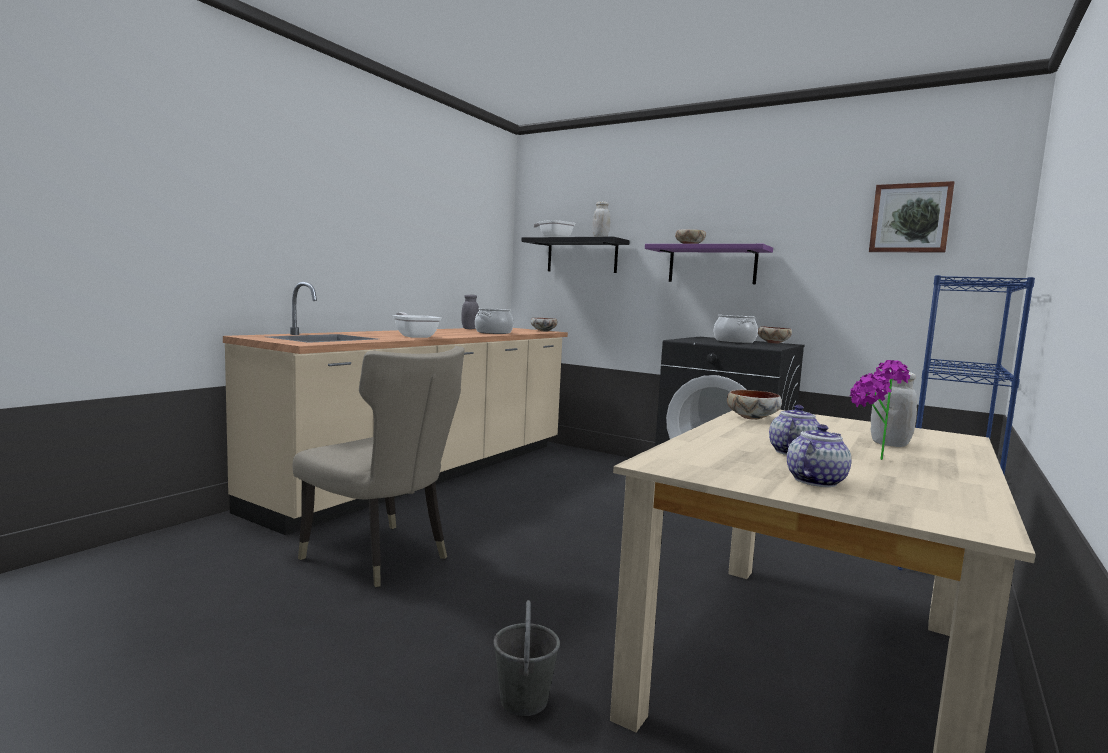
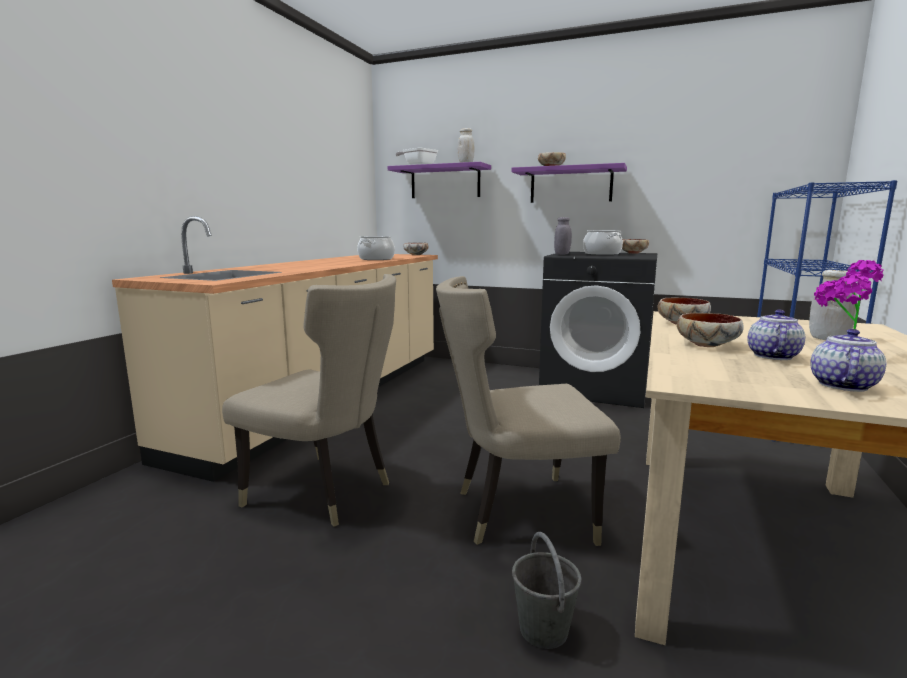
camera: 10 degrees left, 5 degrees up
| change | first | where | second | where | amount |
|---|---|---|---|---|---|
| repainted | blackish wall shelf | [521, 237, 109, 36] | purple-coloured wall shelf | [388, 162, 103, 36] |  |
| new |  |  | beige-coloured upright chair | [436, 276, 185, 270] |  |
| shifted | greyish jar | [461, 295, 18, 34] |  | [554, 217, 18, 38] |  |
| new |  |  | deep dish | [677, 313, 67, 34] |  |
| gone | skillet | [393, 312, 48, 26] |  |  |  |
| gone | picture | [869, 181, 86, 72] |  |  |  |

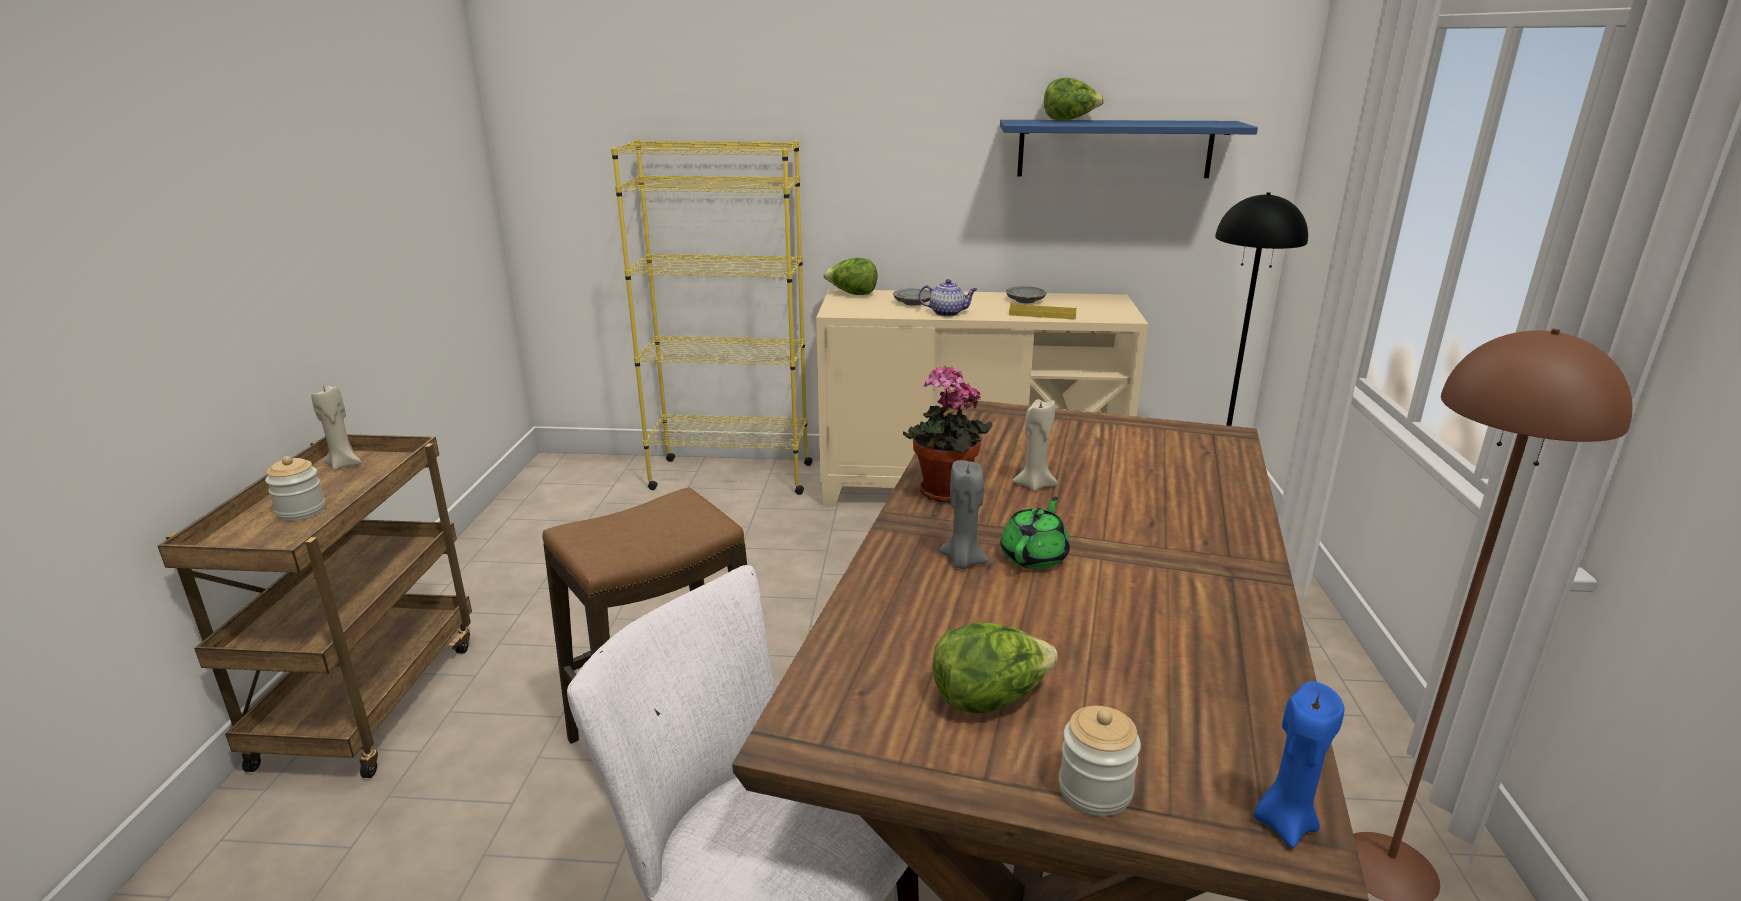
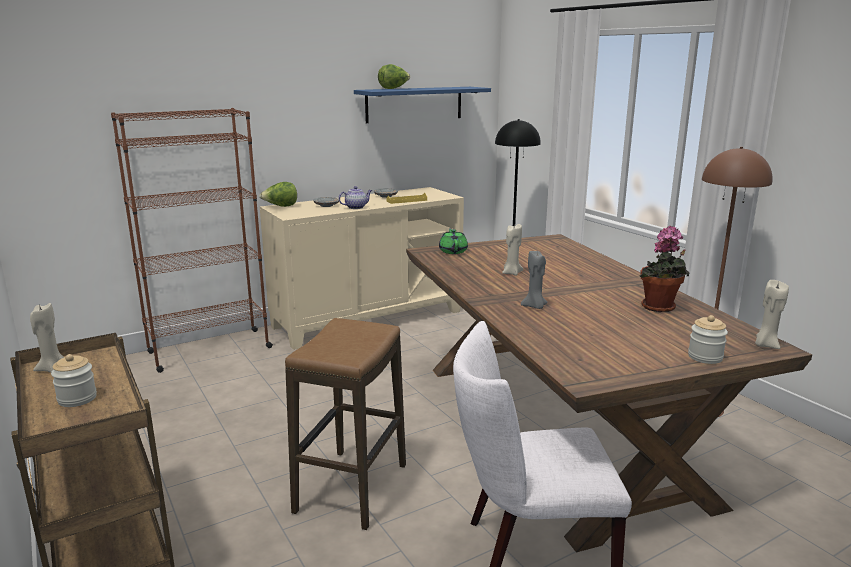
camera: 35 degrees left, 5 degrees down
| change | first | where | second | where | amount |
|---|---|---|---|---|---|
| repainted | yellow-coloured bookshelf | [611, 139, 202, 356] | brown-coloured bookshelf | [111, 108, 162, 265] |  |
| shifted | greenish pot for tea | [1000, 497, 70, 72] |  | [439, 228, 29, 26] |  |
| shifted | potted plant | [903, 365, 90, 138] |  | [639, 226, 50, 86] |  |
| repainted | bluish wax light | [1254, 681, 90, 167] | beige-coloured wax light | [755, 280, 34, 69] |  |
| gone | head of lettuce | [933, 622, 125, 92] |  |  |  |

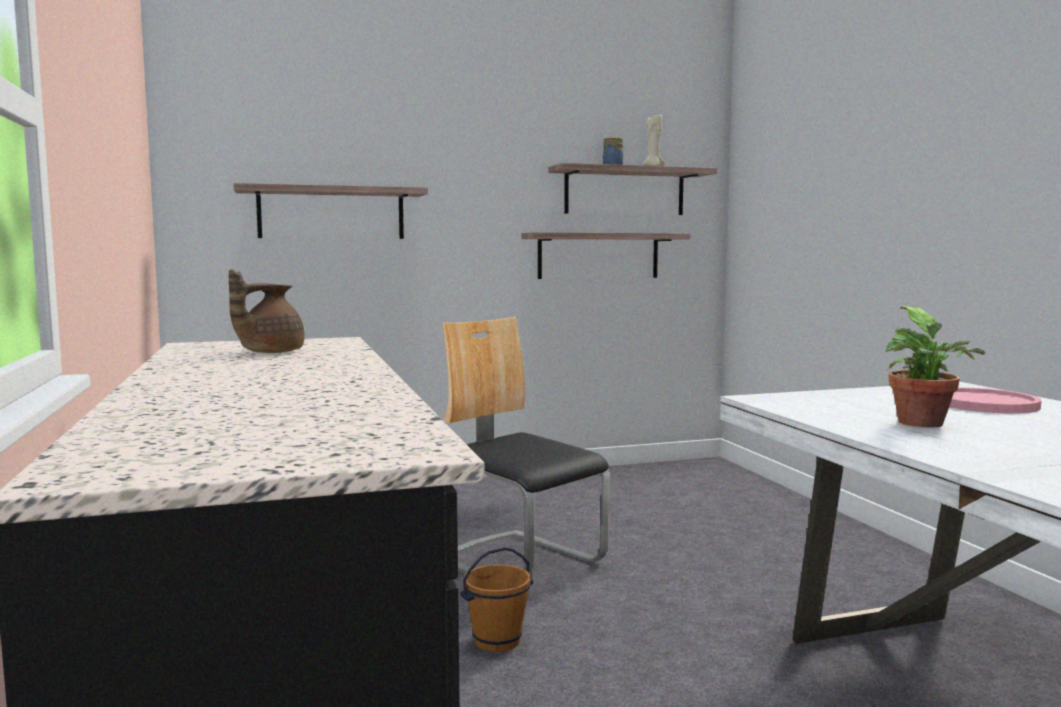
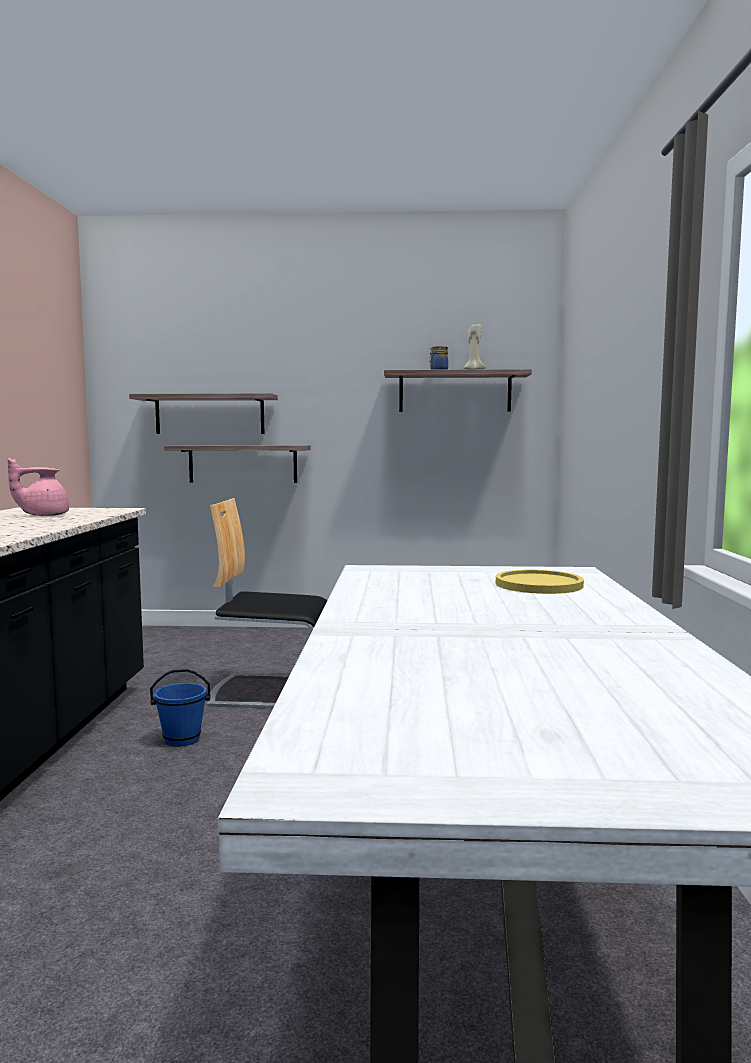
camera: 20 degrees right, 0 degrees up
| change | first | where | second | where | amount |
|---|---|---|---|---|---|
| repainted | brown-coloured pot for tea | [229, 269, 76, 84] | pinkish pot for tea | [7, 458, 62, 58] |  |
| repainted | brown-coloured pail | [460, 547, 73, 105] | bluish pail | [150, 669, 61, 78] |  |
| shifted | wall shelf | [522, 232, 168, 47] |  | [164, 445, 147, 38] |  |
| rotated | upright chair | [443, 317, 168, 270] |  | [207, 498, 120, 211] | 60 degrees counterclockwise |
| repainted | pinkish plate | [949, 387, 92, 27] | yellow-coloured plate | [496, 569, 88, 25] |  |
| gone | potted plant | [885, 306, 101, 122] |  |  |  |

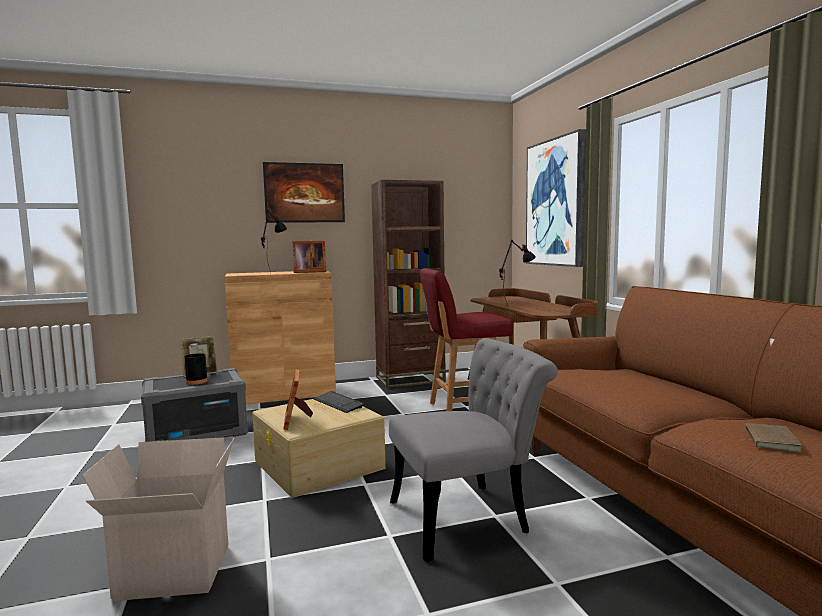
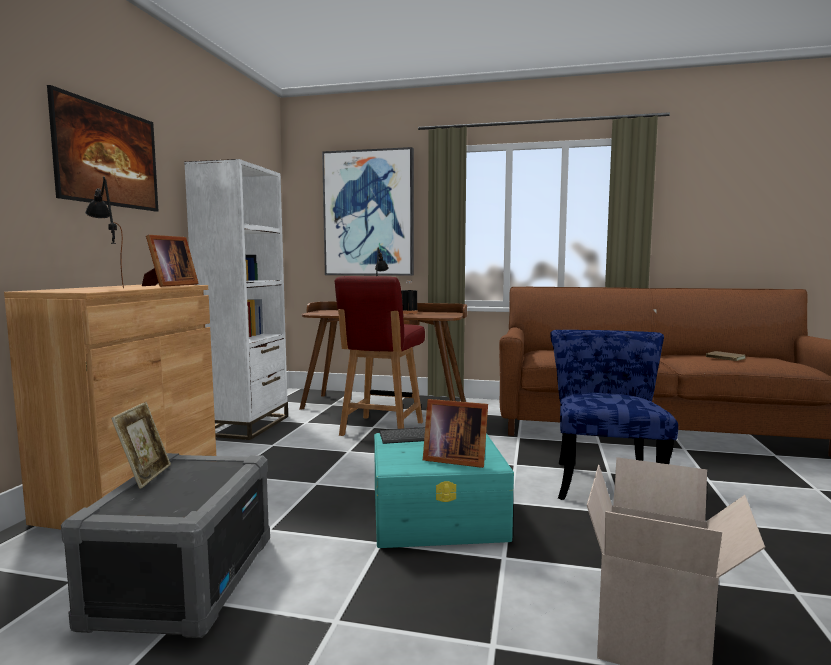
camera: 60 degrees left, 0 degrees up
| change | first | where | second | where | amount |
|---|---|---|---|---|---|
| repainted | brown-coloured bookshelf | [371, 180, 75, 208] | white-coloured bookshelf | [184, 159, 104, 281] |  |
| repainted | beige-coloured storage container | [252, 399, 134, 99] | turquoise storage container | [374, 433, 140, 115] |  |
| shifted | blackish beverage bottle | [184, 343, 24, 42] |  | [401, 281, 16, 33] |  |
| repainted | greyish upright chair | [389, 338, 169, 225] | bluish upright chair | [550, 330, 128, 170] |  |

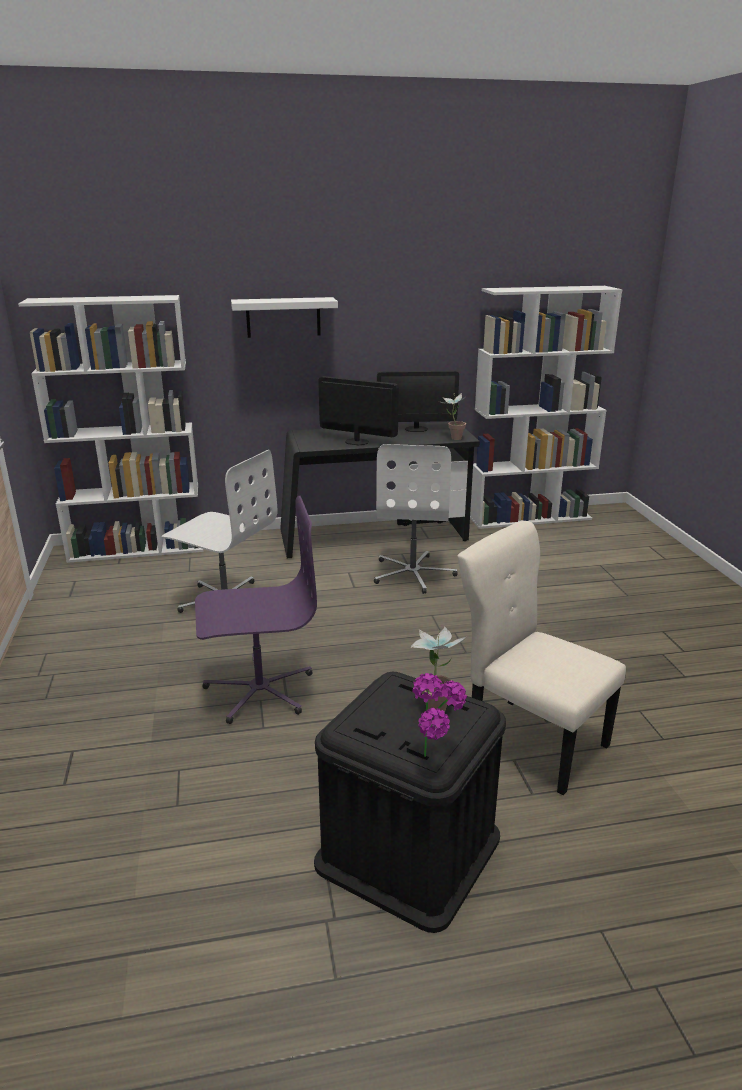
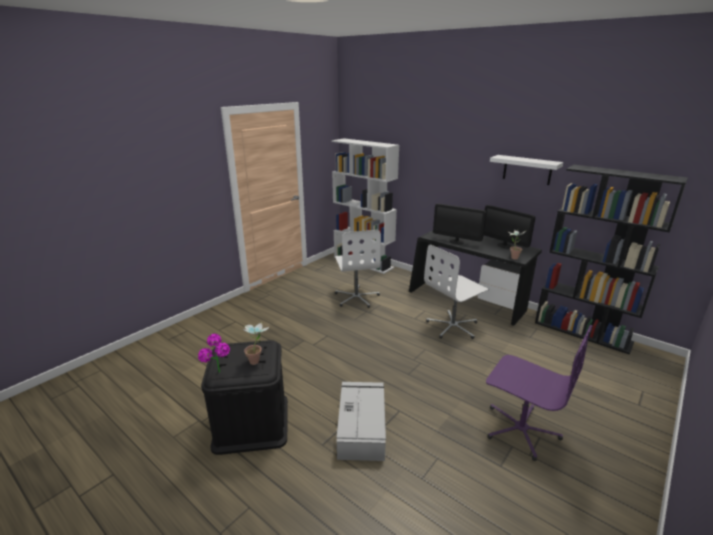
camera: 50 degrees right, 0 degrees up
| change | first | where | second | where | amount |
|---|---|---|---|---|---|
| swapped | beige-coloured upright chair | [457, 521, 169, 274] | greyish storage container | [337, 382, 49, 79] |  |
| rotated | computer screen | [318, 376, 81, 69] |  | [433, 203, 53, 41] | 135 degrees clockwise |
| shifted | purple-coloured computer chair | [195, 496, 122, 228] |  | [486, 325, 107, 136] |  |
| shifted | white-coloured wall shelf | [231, 297, 107, 41] |  | [490, 155, 73, 30] |  |
| repainted | white-coloured bookshelf | [470, 286, 152, 243] | blackish bookshelf | [535, 165, 153, 190] |  |

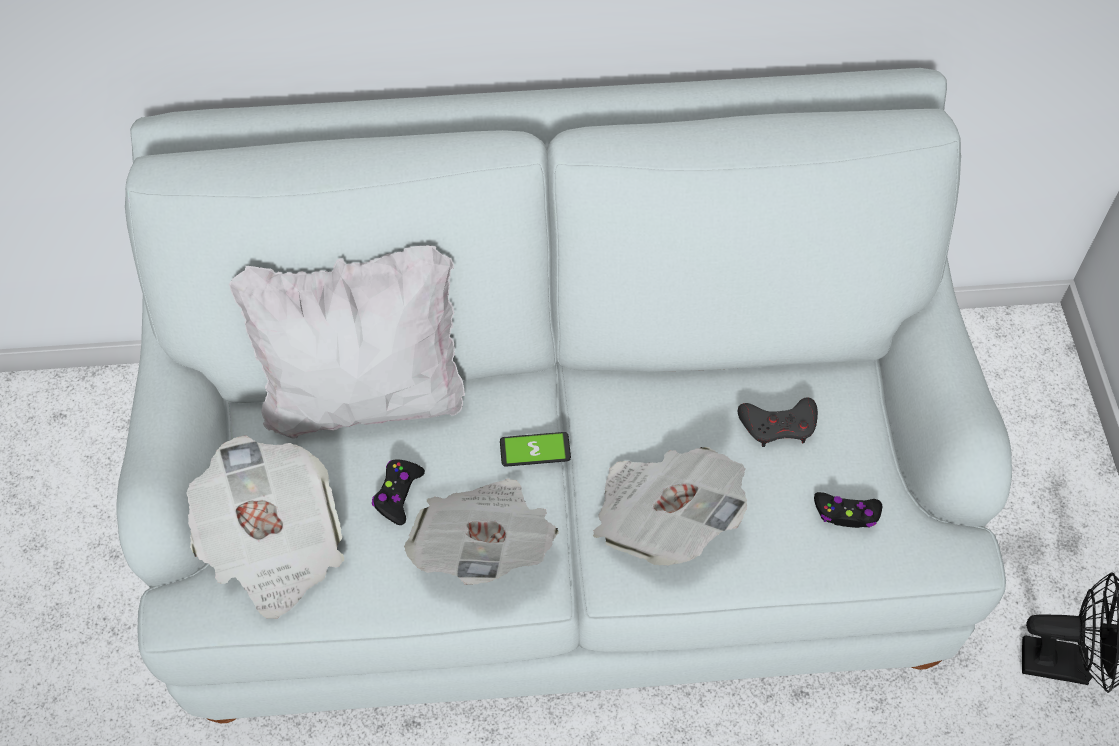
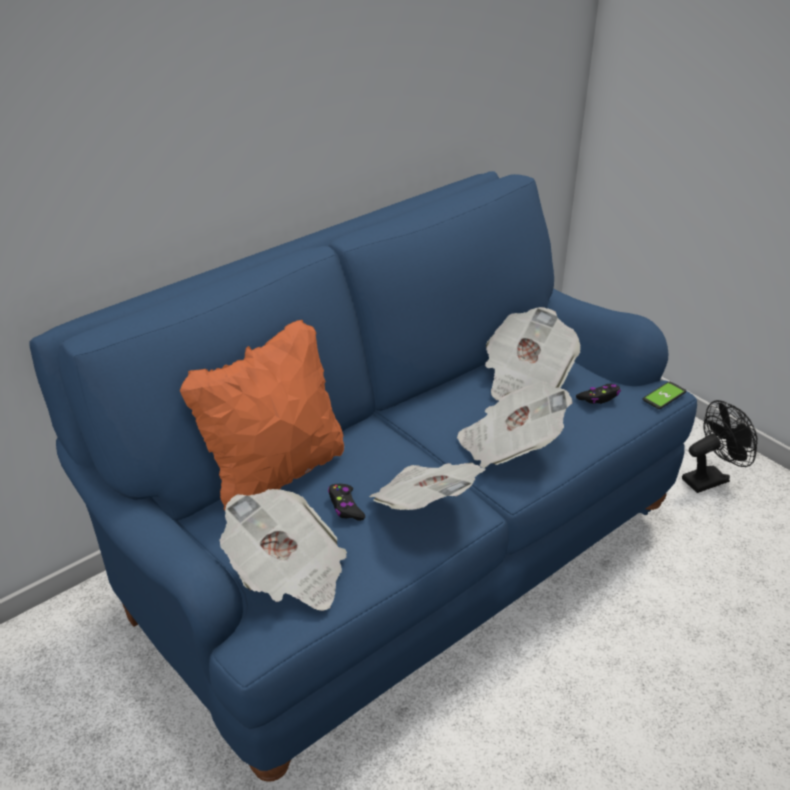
camera: 35 degrees left, 20 degrees down
| change | first | where | second | where | amount |
|---|---|---|---|---|---|
| repainted | white-coloured sofa | [116, 68, 896, 655] | bluish sofa | [29, 171, 668, 611] |  |
| repainted | white-coloured pillow | [229, 245, 236, 194] | orange pillow | [180, 320, 164, 191] |  |
| swapped | greyish gamepad | [738, 398, 80, 49] | newspaper | [485, 307, 96, 93] |  |
| shifted | phone | [500, 432, 71, 35] |  | [643, 381, 43, 28] |  |

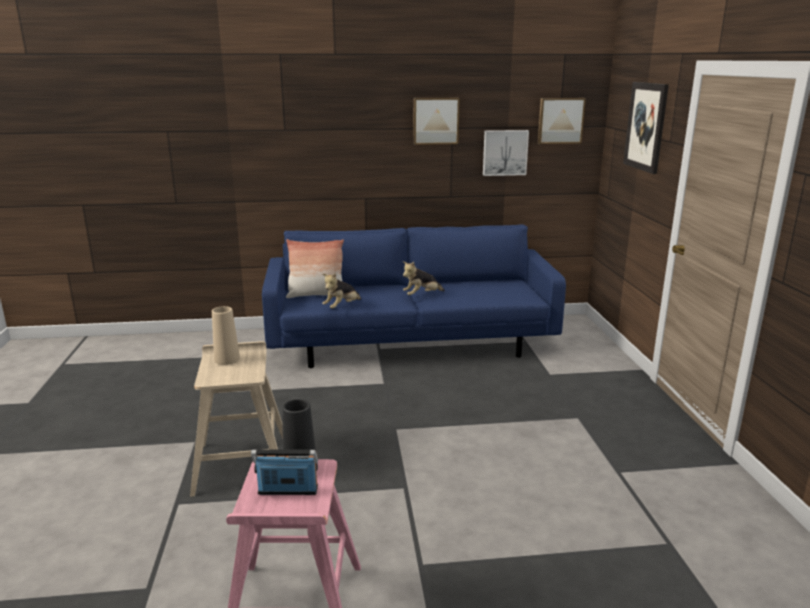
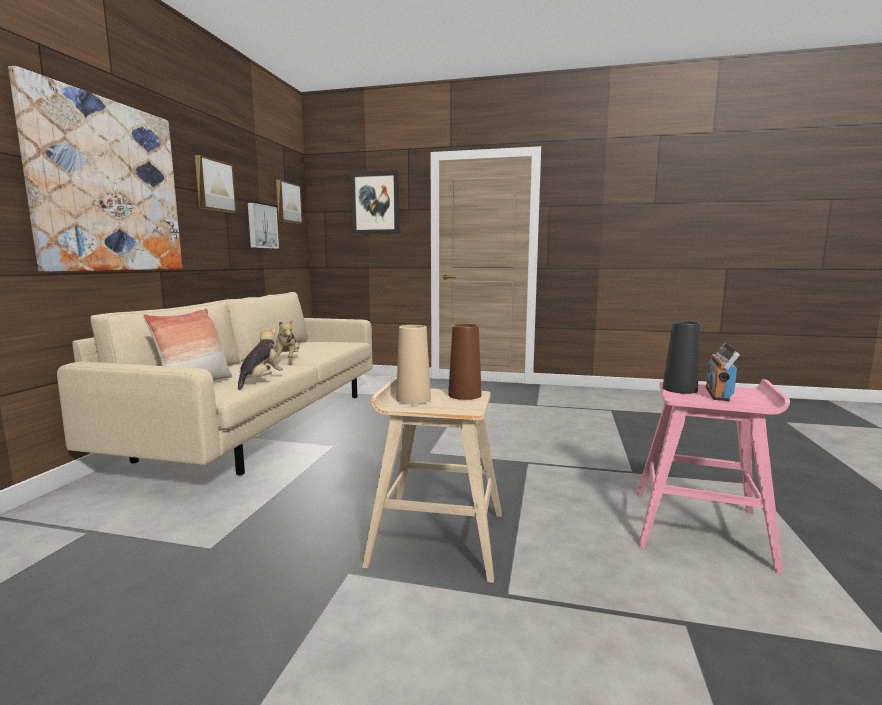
camera: 70 degrees left, 10 degrees down
| change | first | where | second | where | amount |
|---|---|---|---|---|---|
| new |  |  | picture | [8, 66, 174, 206] |  |
| repainted | bluish sofa | [262, 224, 304, 144] | beige-coloured sofa | [57, 292, 315, 183] |  |
| rotated | soft toy | [322, 273, 39, 36] |  | [238, 327, 45, 63] | 135 degrees counterclockwise |
| new |  |  | brown-coloured flower vase | [448, 324, 34, 76] |  |

